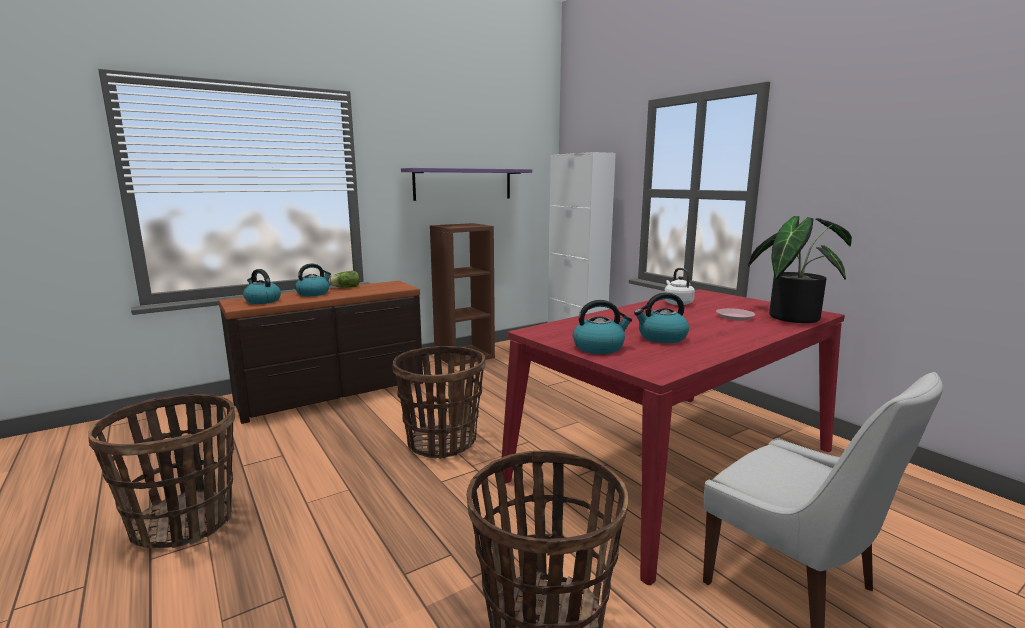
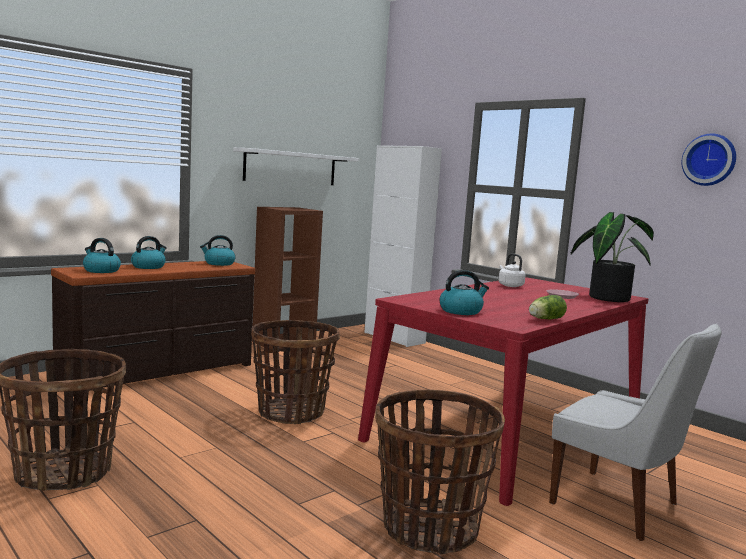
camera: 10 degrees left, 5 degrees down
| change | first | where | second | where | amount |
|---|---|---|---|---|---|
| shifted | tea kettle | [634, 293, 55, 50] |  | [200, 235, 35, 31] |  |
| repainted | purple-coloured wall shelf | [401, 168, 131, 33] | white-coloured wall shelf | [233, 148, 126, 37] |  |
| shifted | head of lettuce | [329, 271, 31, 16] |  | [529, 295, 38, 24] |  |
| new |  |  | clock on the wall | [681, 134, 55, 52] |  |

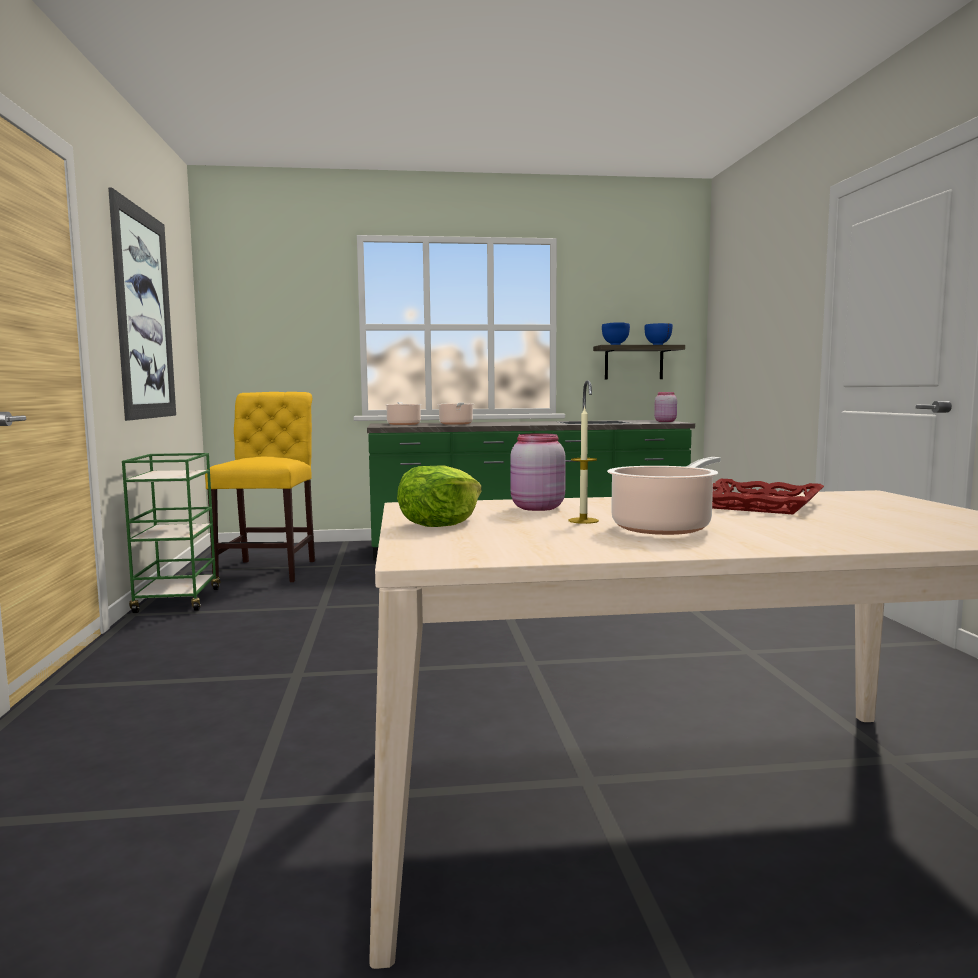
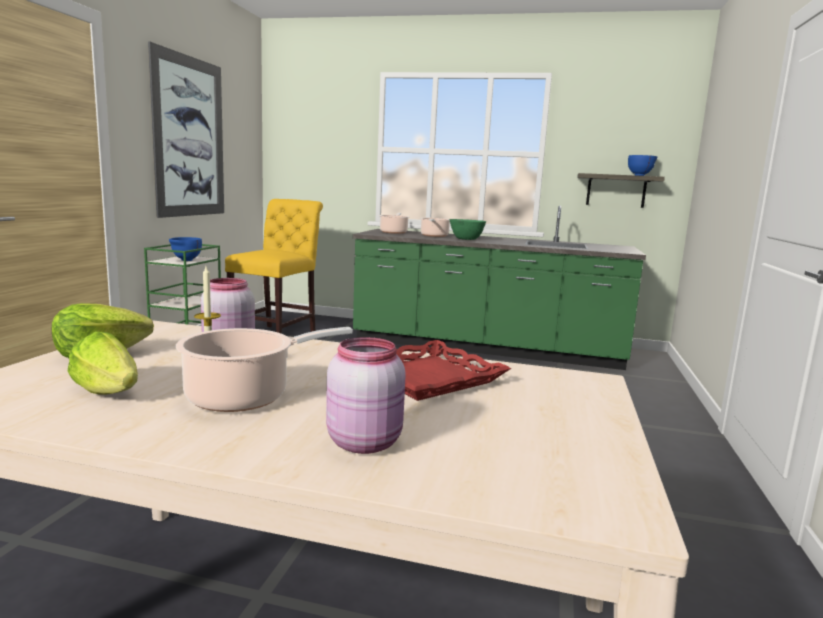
camera: 20 degrees right, 5 degrees up
| change | first | where | second | where | amount |
|---|---|---|---|---|---|
| new |  |  | head of lettuce | [68, 332, 70, 63] |  |
| shifted | bluish deep dish | [602, 322, 28, 23] |  | [169, 237, 33, 24] |  |
| shifted | pinkish jar | [654, 392, 23, 30] |  | [326, 337, 80, 117] |  |
| new |  |  | greenish deep dish | [450, 219, 36, 21] |  |

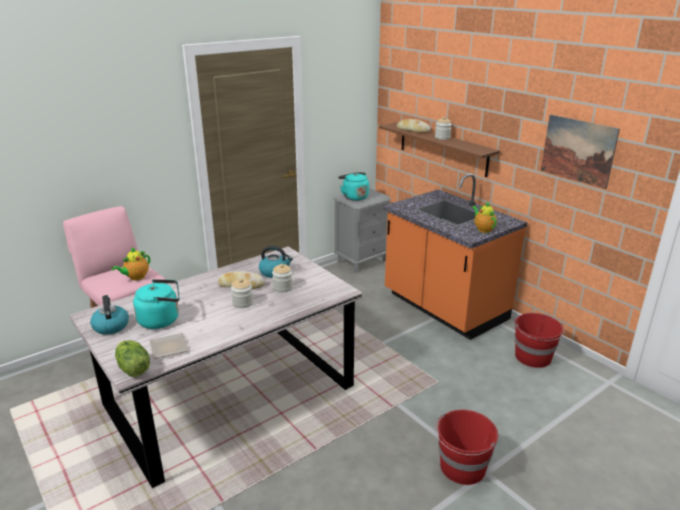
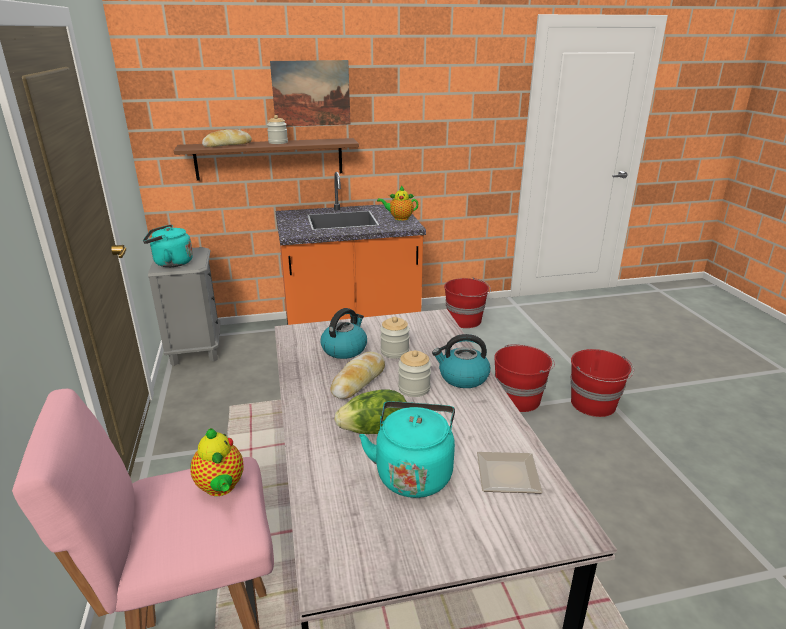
camera: 65 degrees left, 0 degrees up
| change | first | where | second | where | amount |
|---|---|---|---|---|---|
| shifted | picture | [541, 114, 79, 75] |  | [270, 60, 80, 67] |  |
| shifted | head of lettuce | [115, 340, 35, 37] |  | [334, 389, 72, 45] |  |
| shifted | tea kettle | [90, 295, 39, 40] |  | [432, 334, 58, 54] |  |
| new |  |  | red pail | [494, 344, 61, 68] |  |

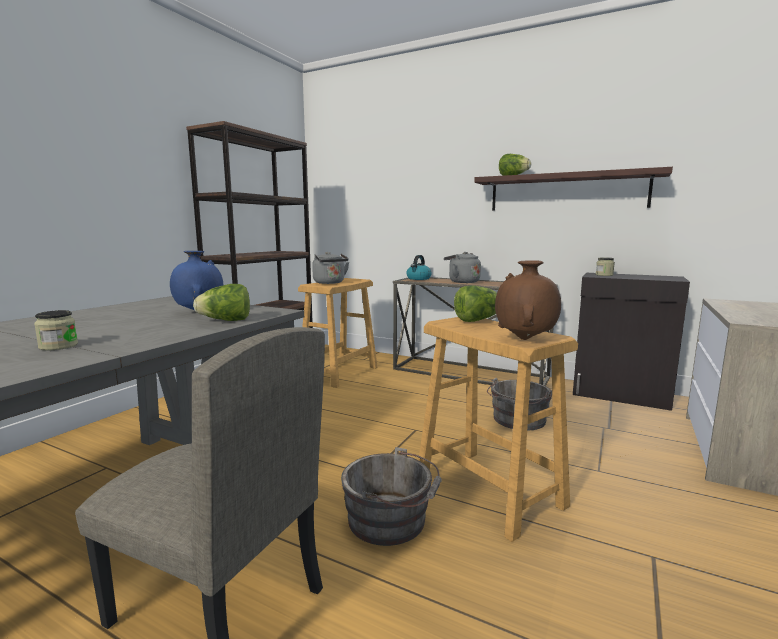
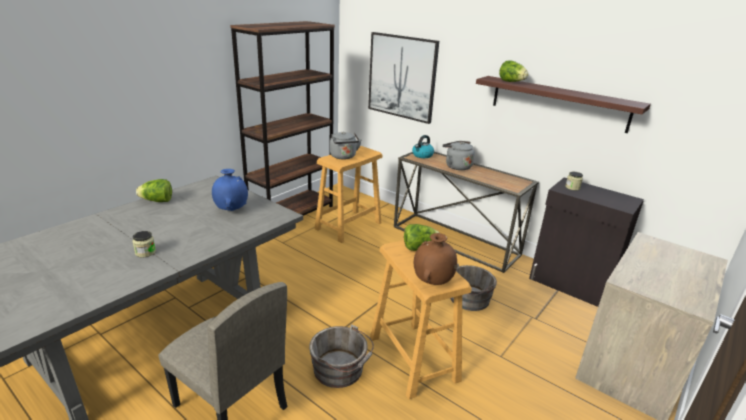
camera: 10 degrees right, 15 degrees up
| change | first | where | second | where | amount |
|---|---|---|---|---|---|
| shifted | head of lettuce | [193, 284, 57, 37] |  | [136, 179, 36, 23] |  |
| new |  |  | picture | [368, 32, 71, 92] |  |

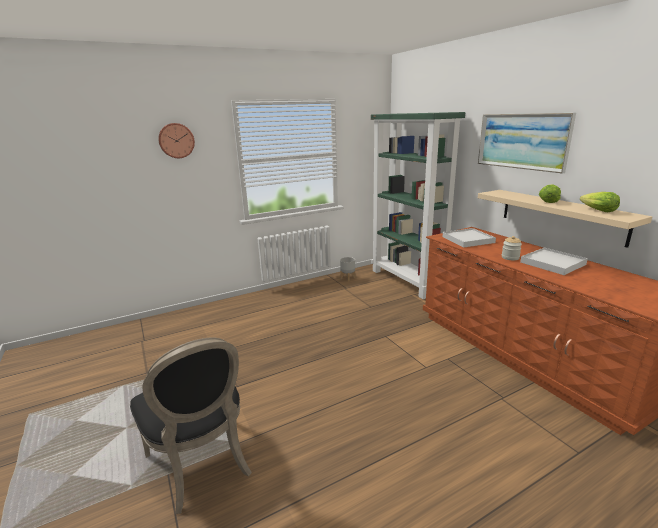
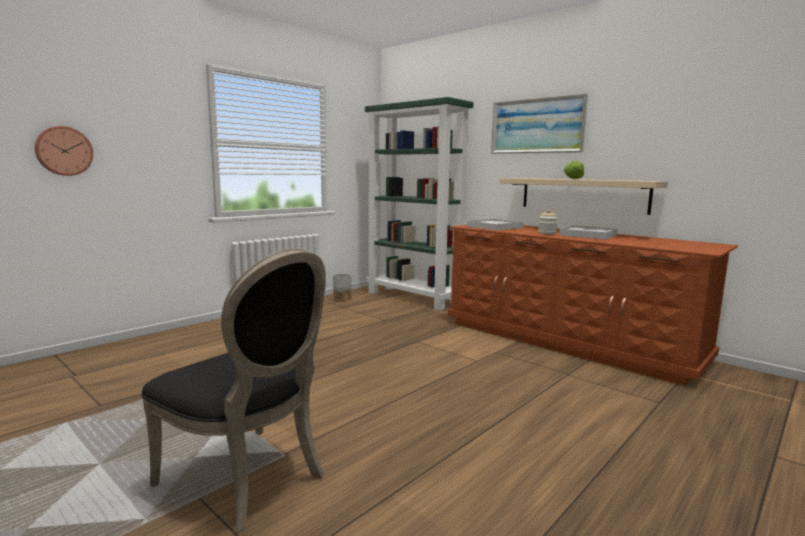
camera: 20 degrees left, 10 degrees down
| change | first | where | second | where | amount |
|---|---|---|---|---|---|
| shifted | clock on the wall | [158, 123, 37, 35] |  | [34, 126, 59, 50] |  |
| gone | head of lettuce | [580, 192, 40, 20] |  |  |  |

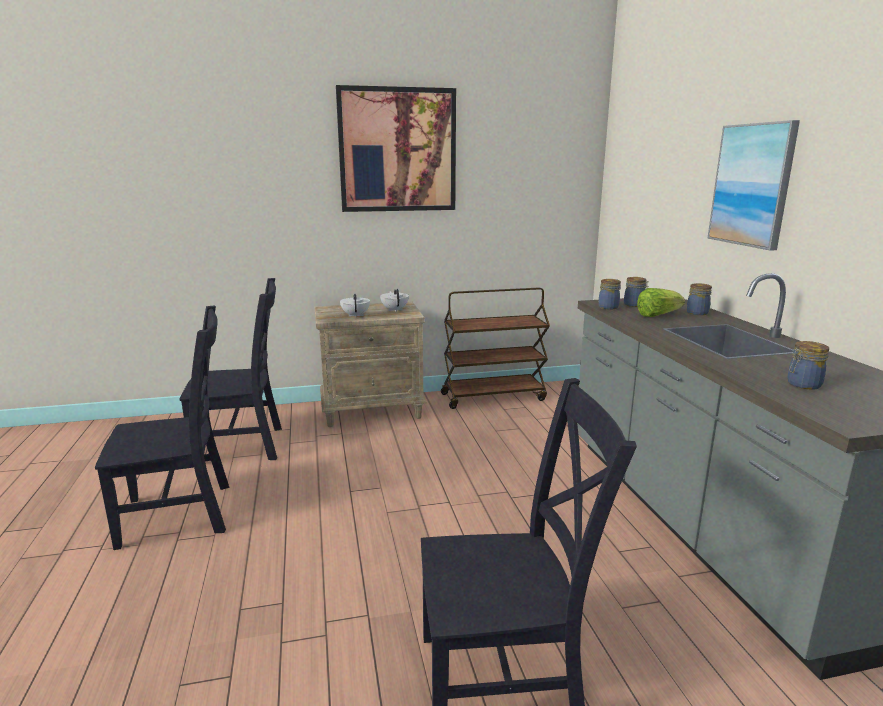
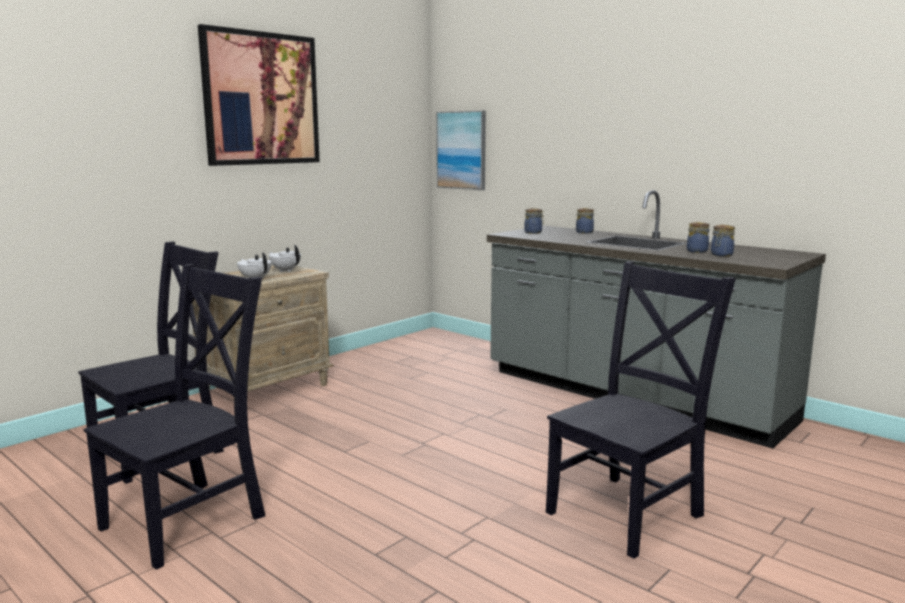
camera: 35 degrees left, 5 degrees down
| change | first | where | second | where | amount |
|---|---|---|---|---|---|
| shifted | picture | [707, 120, 93, 131] |  | [436, 111, 50, 79] |  |
| shifted | jar | [598, 279, 23, 31] |  | [687, 222, 23, 31] |  |
| gone | brown-coloured cart | [441, 288, 109, 121] |  |  |  |
| gone | head of lettuce | [637, 288, 48, 29] |  |  |  |

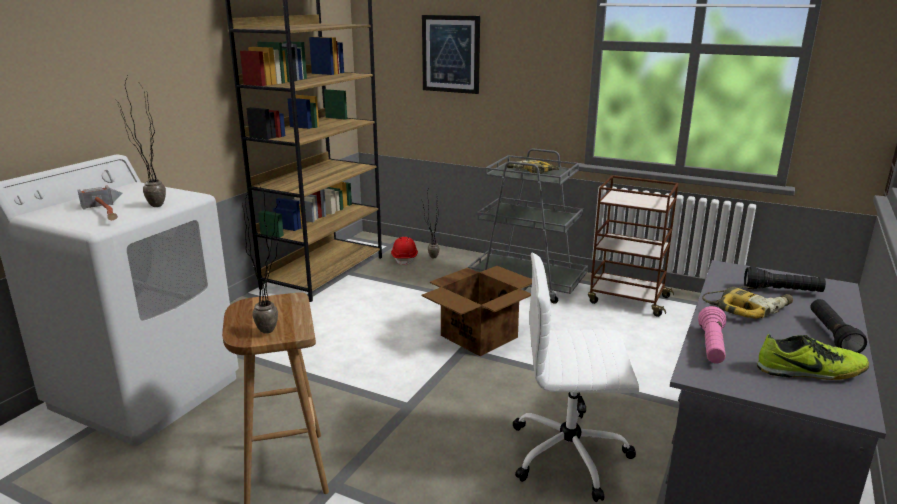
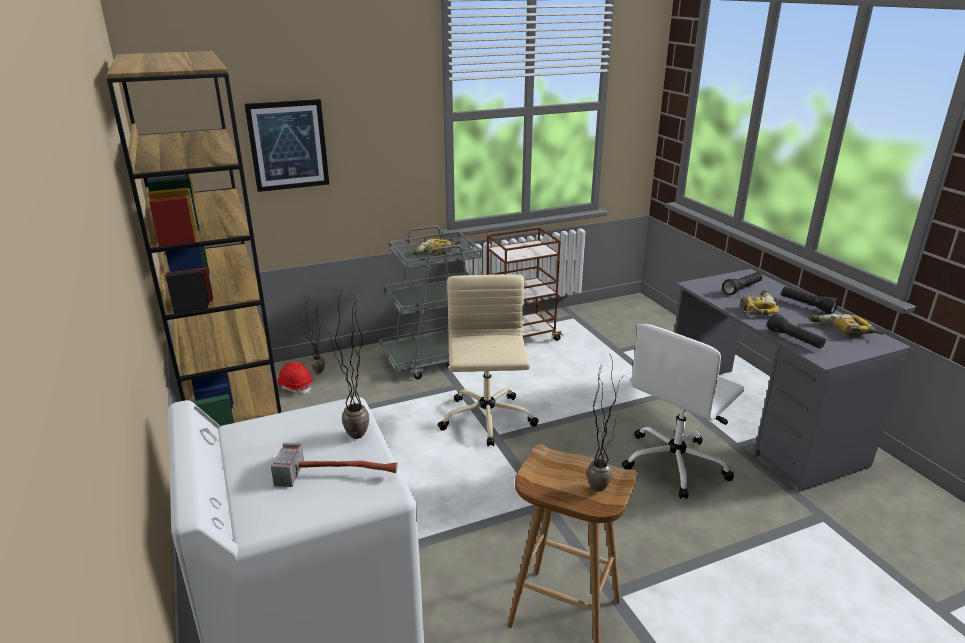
camera: 50 degrees left, 5 degrees up
| change | first | where | second | where | amount |
|---|---|---|---|---|---|
| swapped | cardboard box | [421, 266, 111, 90] | beige-coloured computer chair | [438, 274, 101, 172] |  |
| repainted | pinkish flashlight | [698, 306, 28, 58] | blackish flashlight | [767, 314, 59, 35] |  |
| swapped | low shoe | [757, 334, 112, 46] | drill | [809, 314, 74, 24] |  |

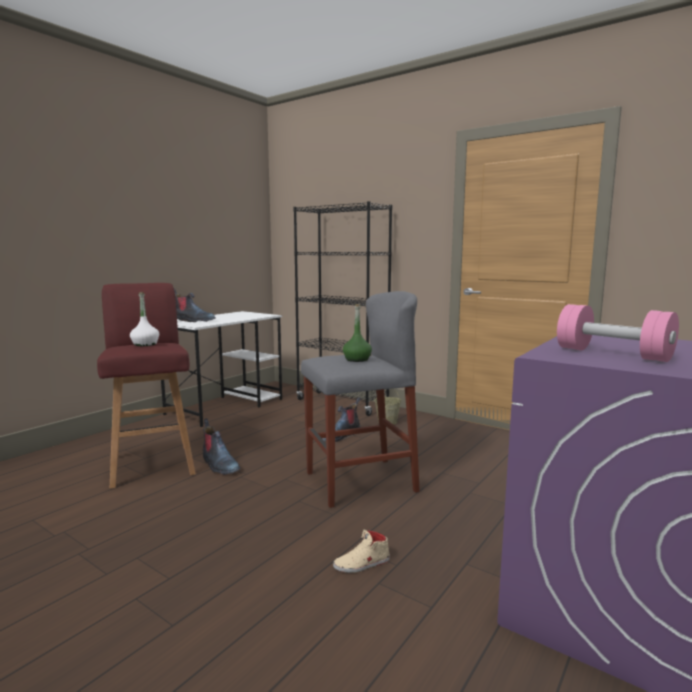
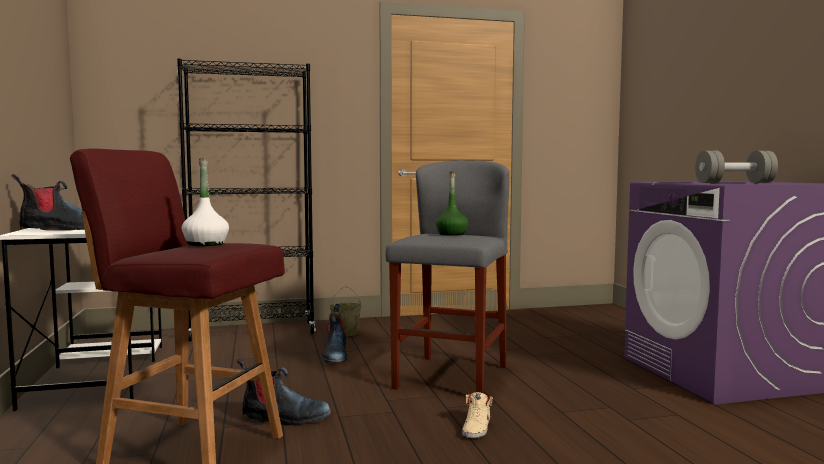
camera: 50 degrees left, 5 degrees down
| change | first | where | second | where | amount |
|---|---|---|---|---|---|
| shifted | beige-coloured low shoe | [333, 529, 57, 44] |  | [462, 392, 31, 46] |  |
| repainted | pinkish hand weight | [557, 304, 122, 58] | greyish hand weight | [695, 151, 83, 32] |  |

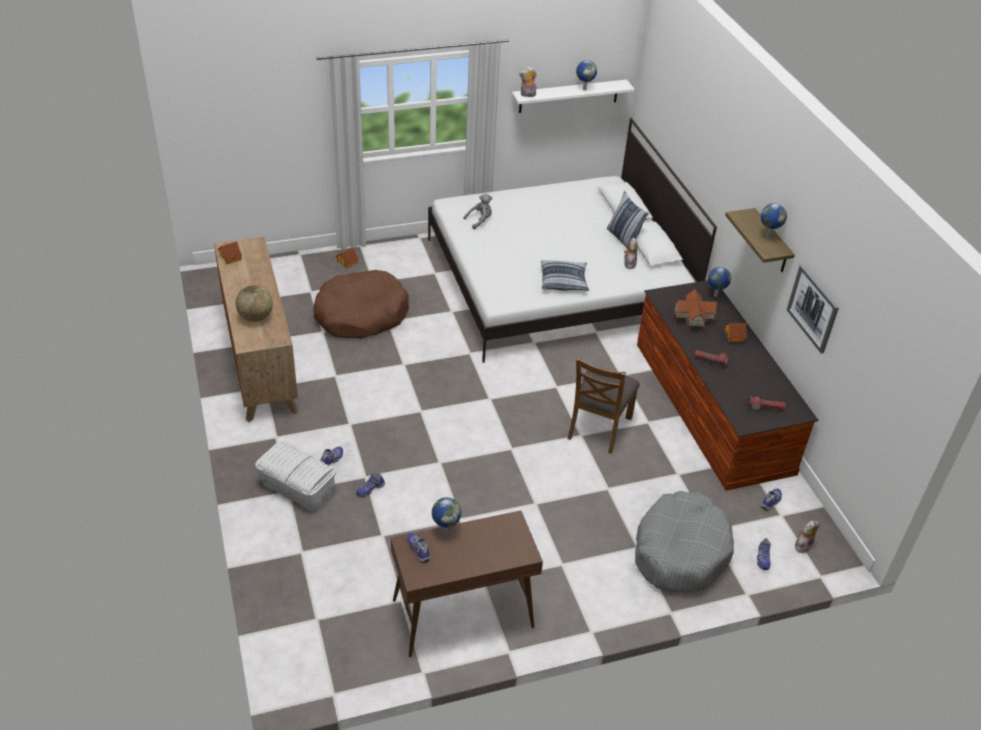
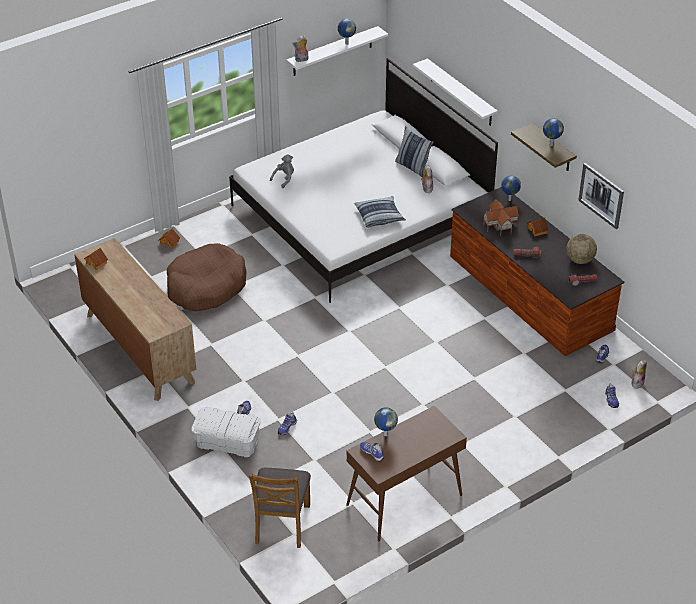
camera: 15 degrees left, 0 degrees up
| change | first | where | second | where | amount |
|---|---|---|---|---|---|
| shifted | brown-coloured upright chair | [567, 357, 73, 97] |  | [249, 468, 62, 80] |  |
| new |  |  | white-coloured wall shelf | [413, 58, 85, 68] |  |
| shifted | globe | [235, 285, 38, 37] |  | [566, 234, 31, 30] |  |
| gone | greyish pet bed | [635, 491, 99, 101] |  |  |  |

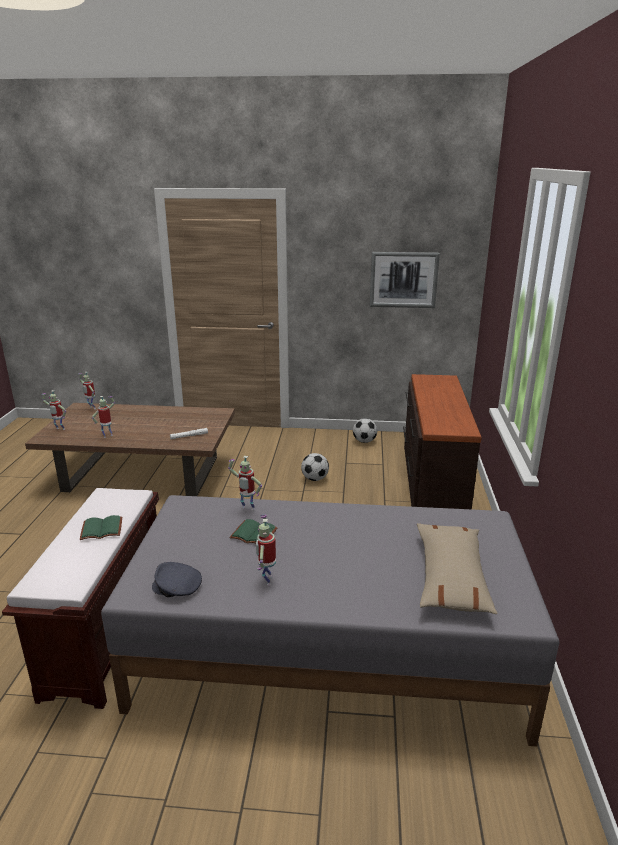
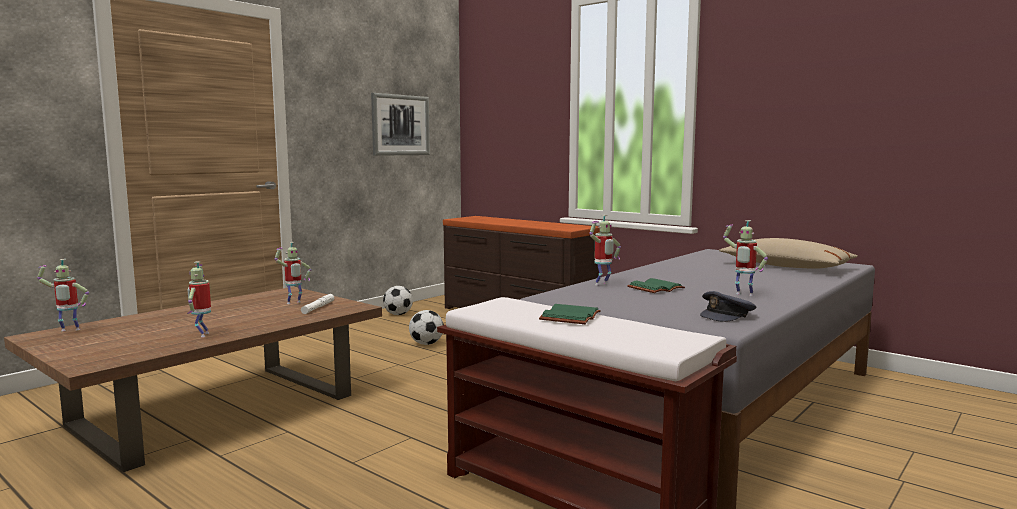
camera: 55 degrees left, 15 degrees down
| change | first | where | second | where | amount |
|---|---|---|---|---|---|
| shifted | robot figure | [42, 390, 24, 40] |  | [275, 242, 36, 62] |  |

